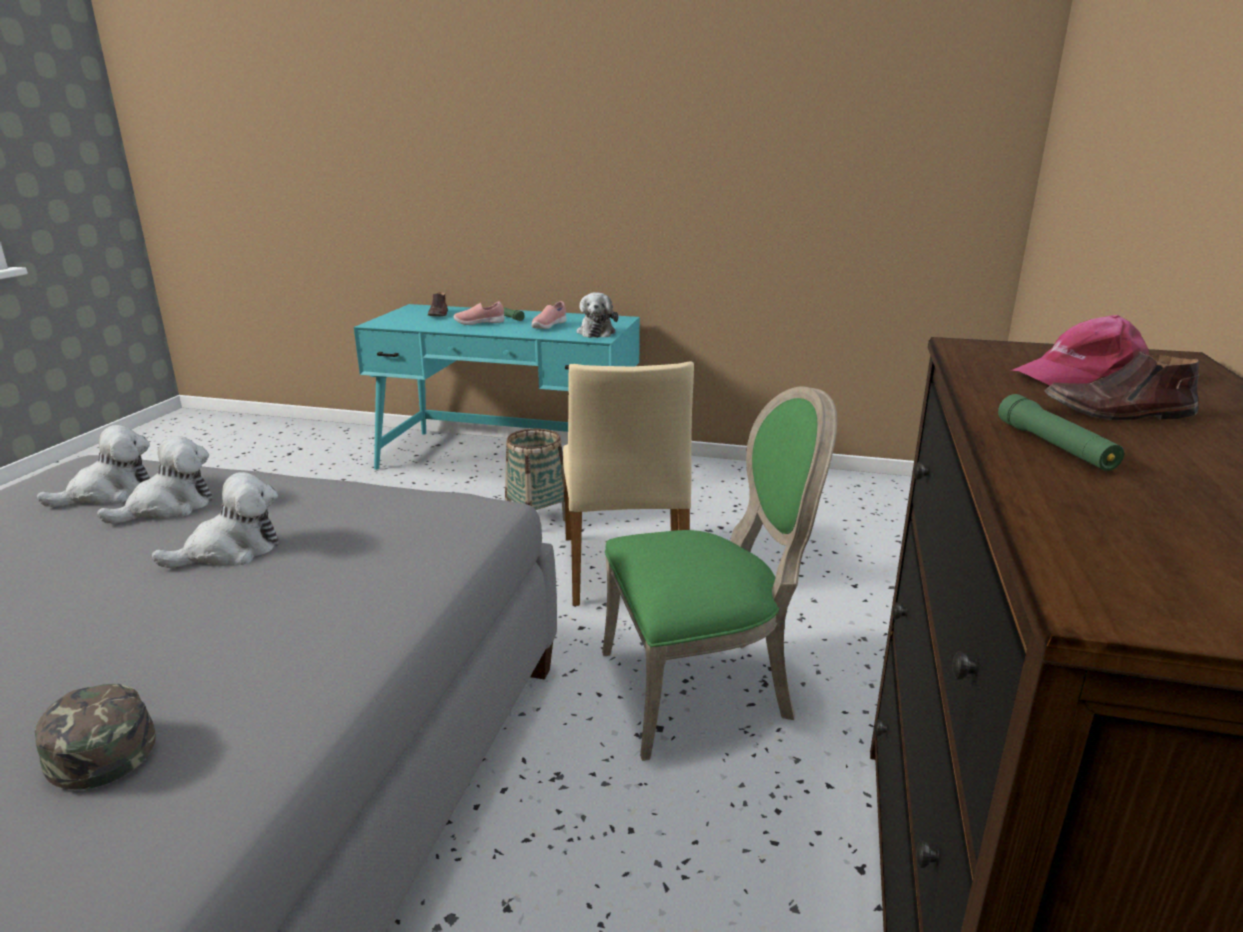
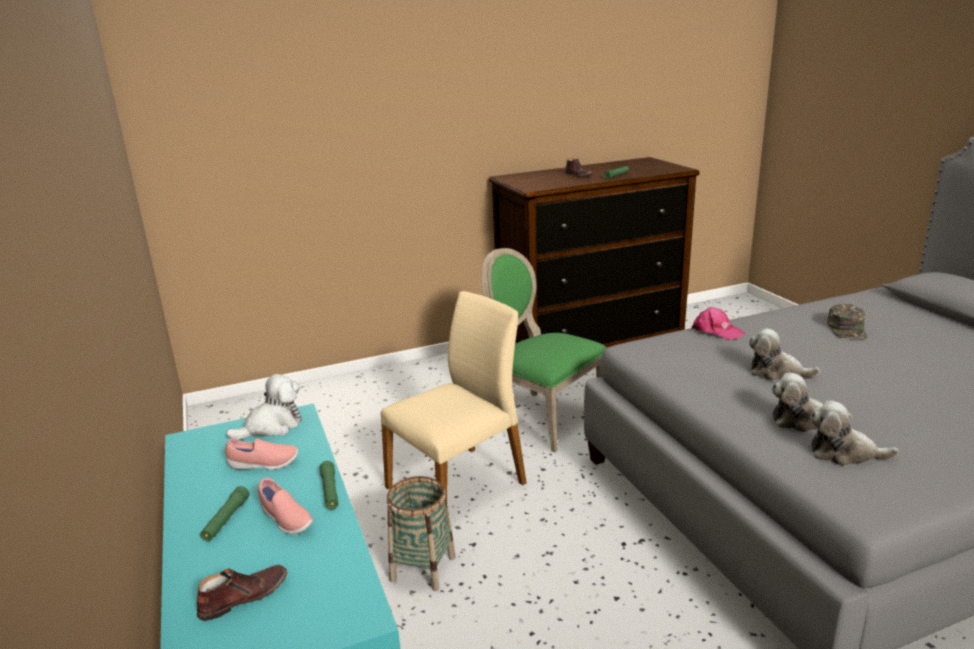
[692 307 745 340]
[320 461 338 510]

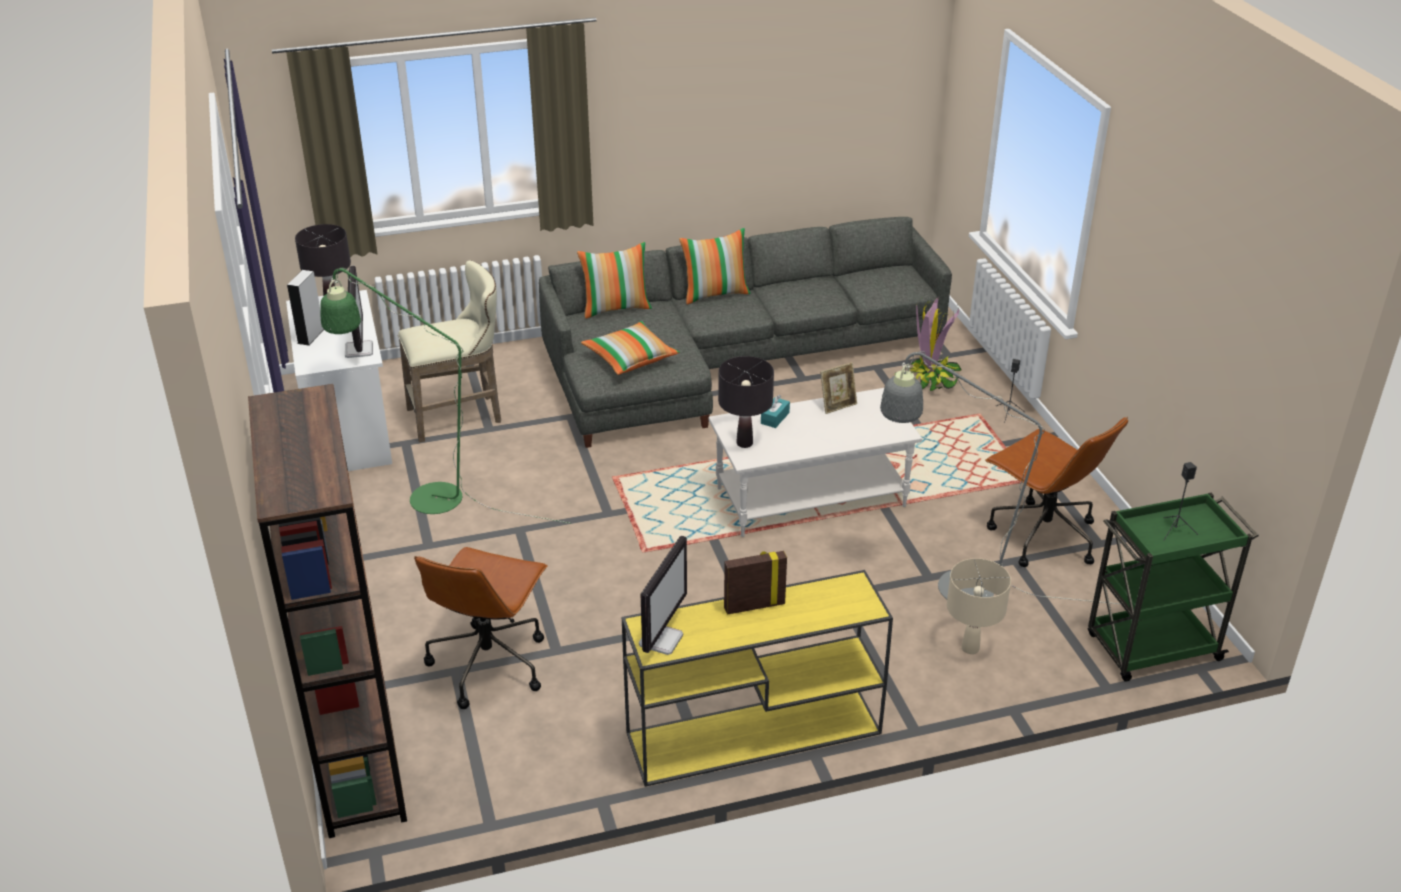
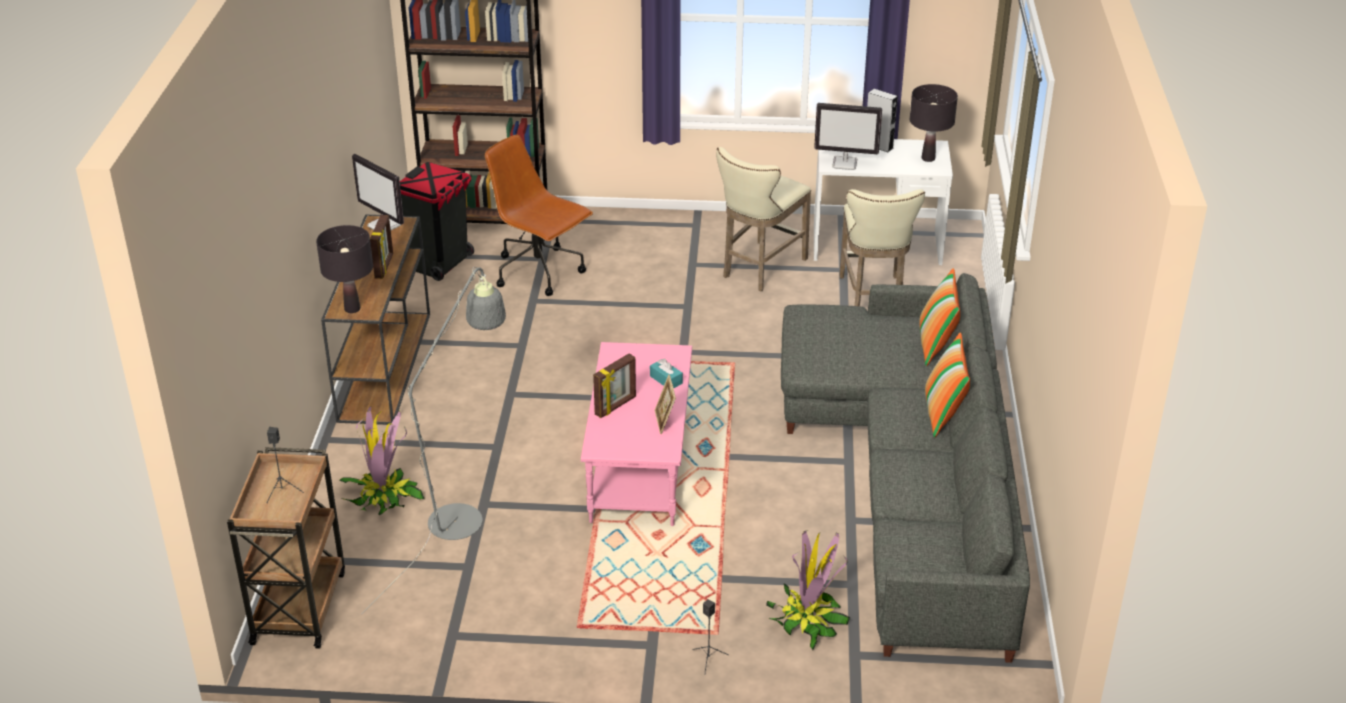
[716 147 811 291]
[581 321 680 375] (first image)
[321 215 430 425]
[581 342 692 526]
[316 225 373 313]
[339 406 424 515]
[985 417 1128 567] (first image)
[227 447 345 649]
[400 162 474 281]
[593 354 636 418]

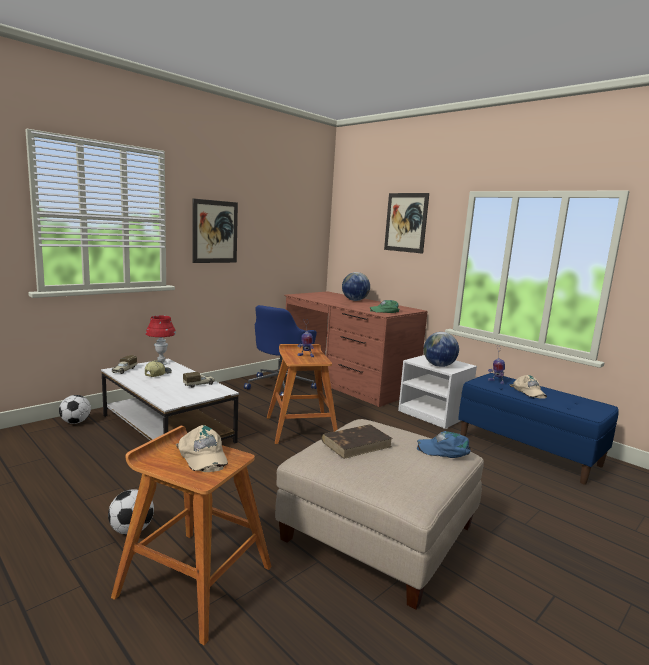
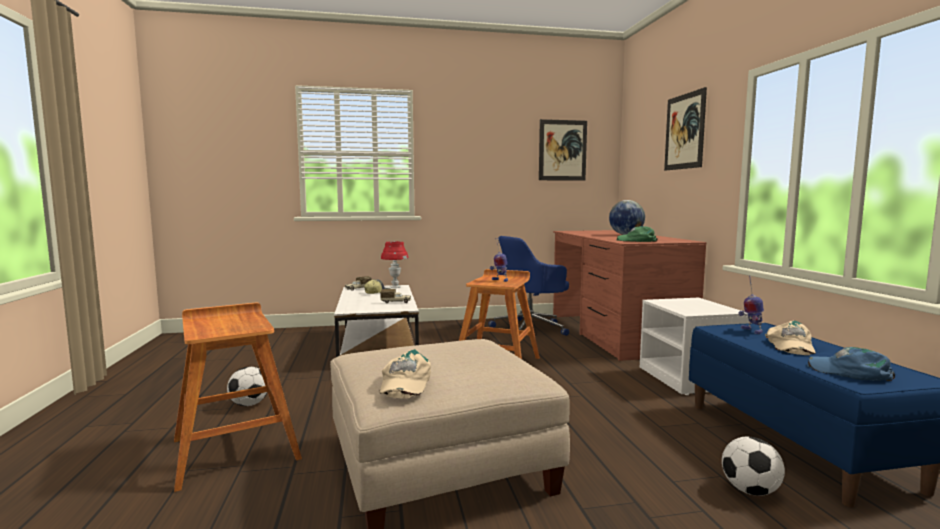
[722 437 785 496]
[380 349 431 399]
[539 119 587 181]
[321 424 393 459] (first image)
[807 347 895 381]
[424 332 459 367] (first image)

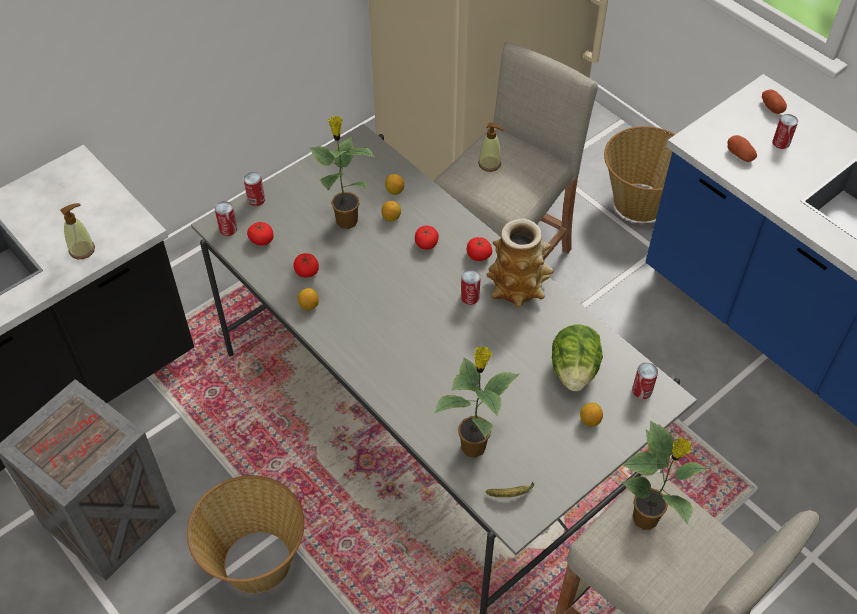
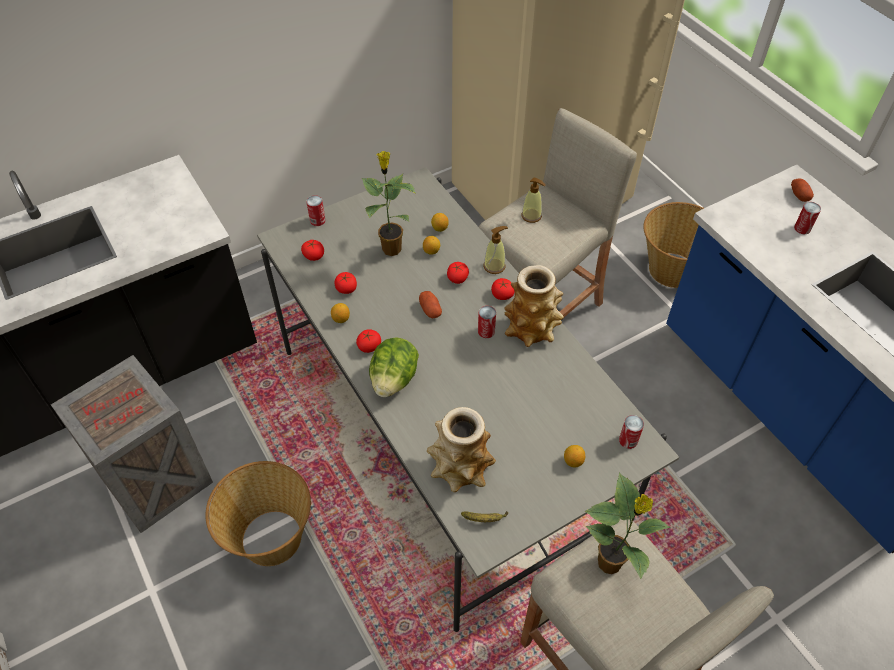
[483 226 508 274]
[215 201 237 236] (first image)
[427 407 496 492]
[369 337 419 397]
[419 291 442 319]
[356 329 381 353]

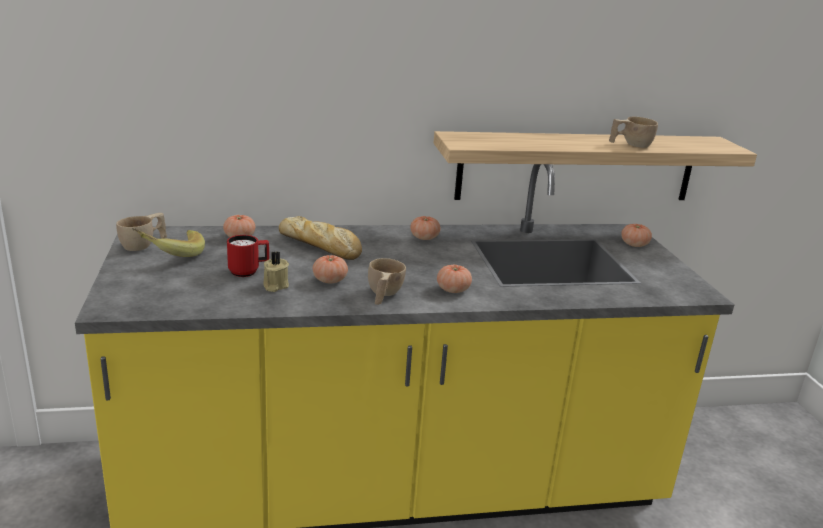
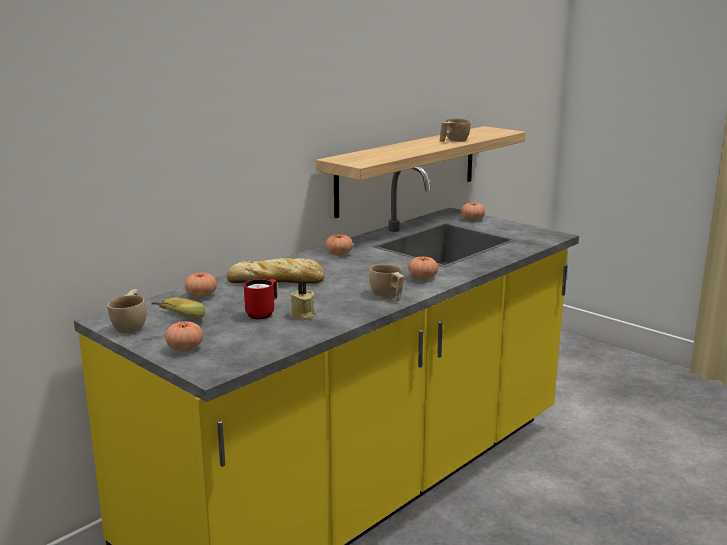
[165 321 203 351]

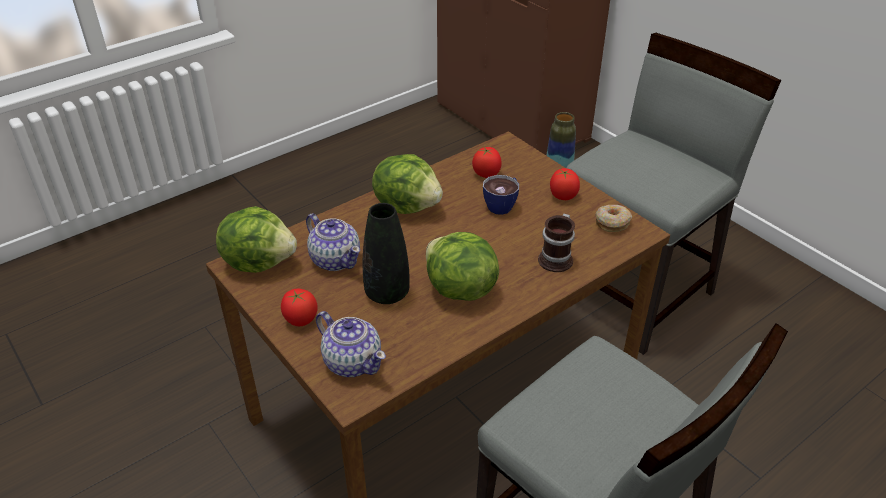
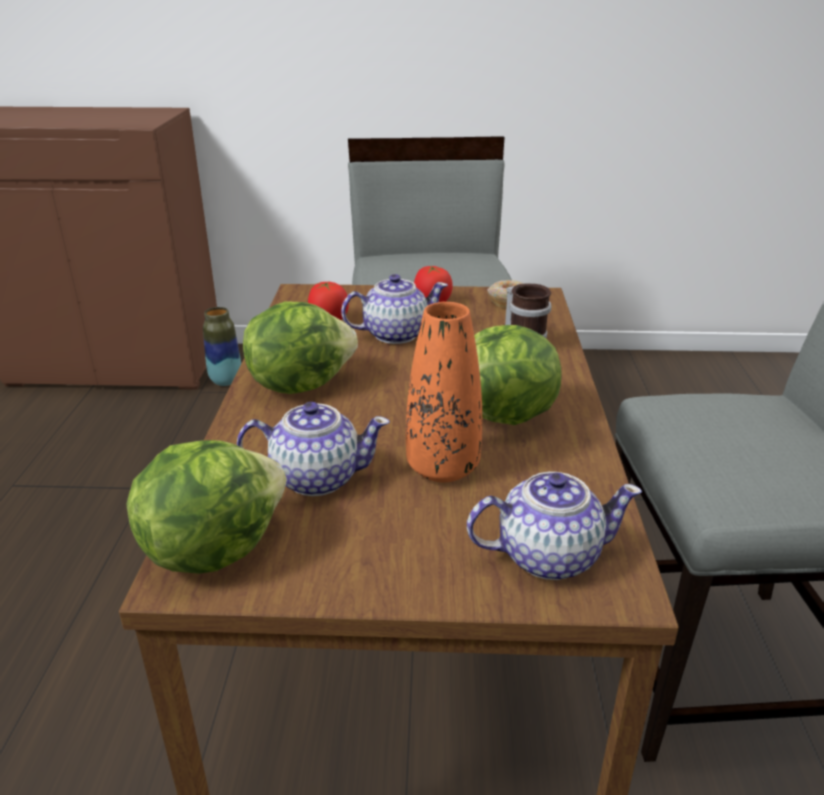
[281 289 318 326] (first image)
[406 302 482 482]
[341 274 448 344]

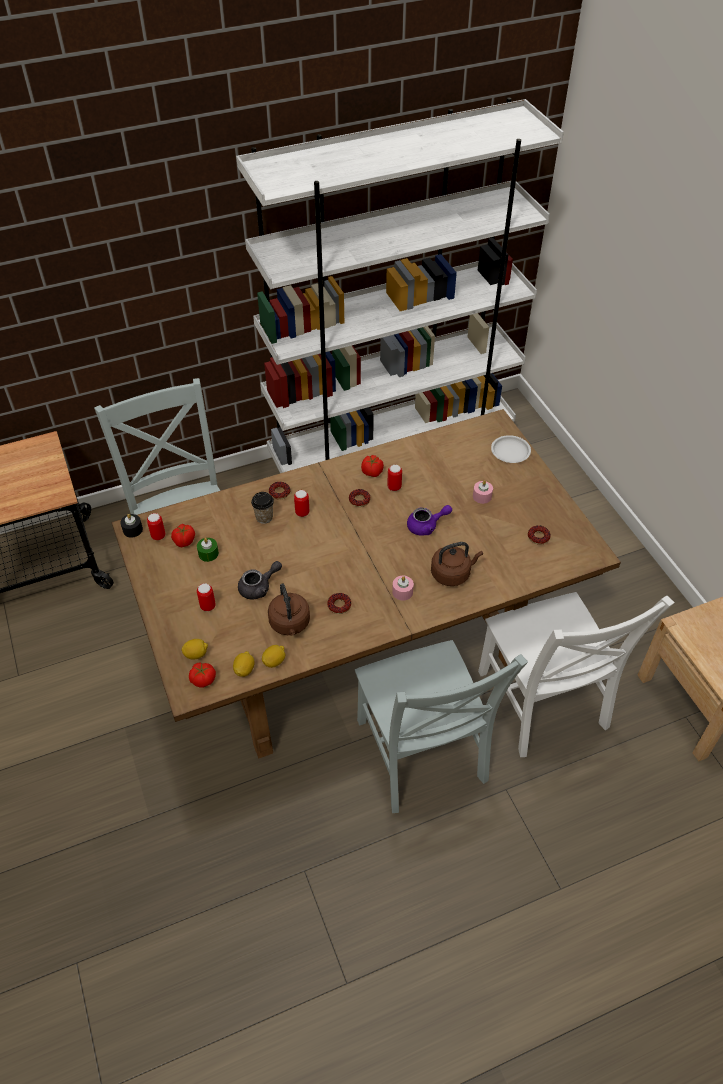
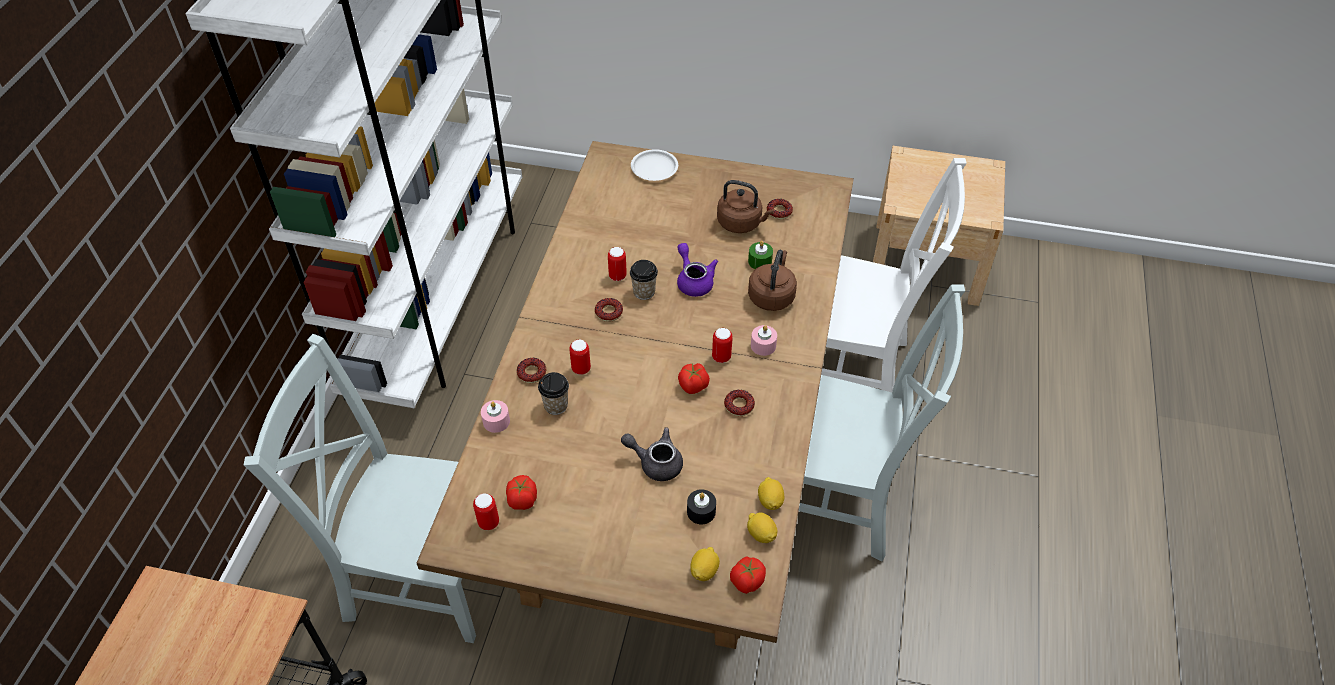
[687 489 716 524]
[748 241 773 269]
[712 328 733 363]
[621 427 683 481]
[717 180 774 233]
[678 363 710 394]
[677 243 718 297]
[481 400 510 433]
[630 260 658 300]

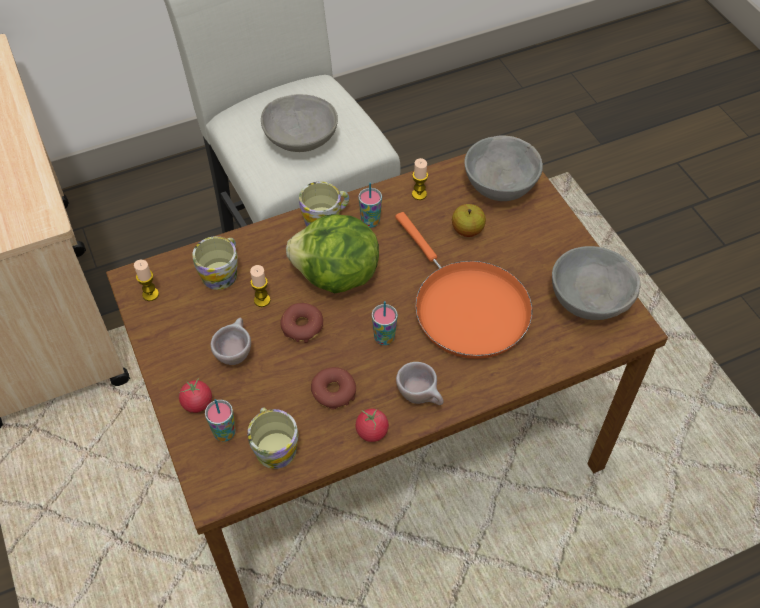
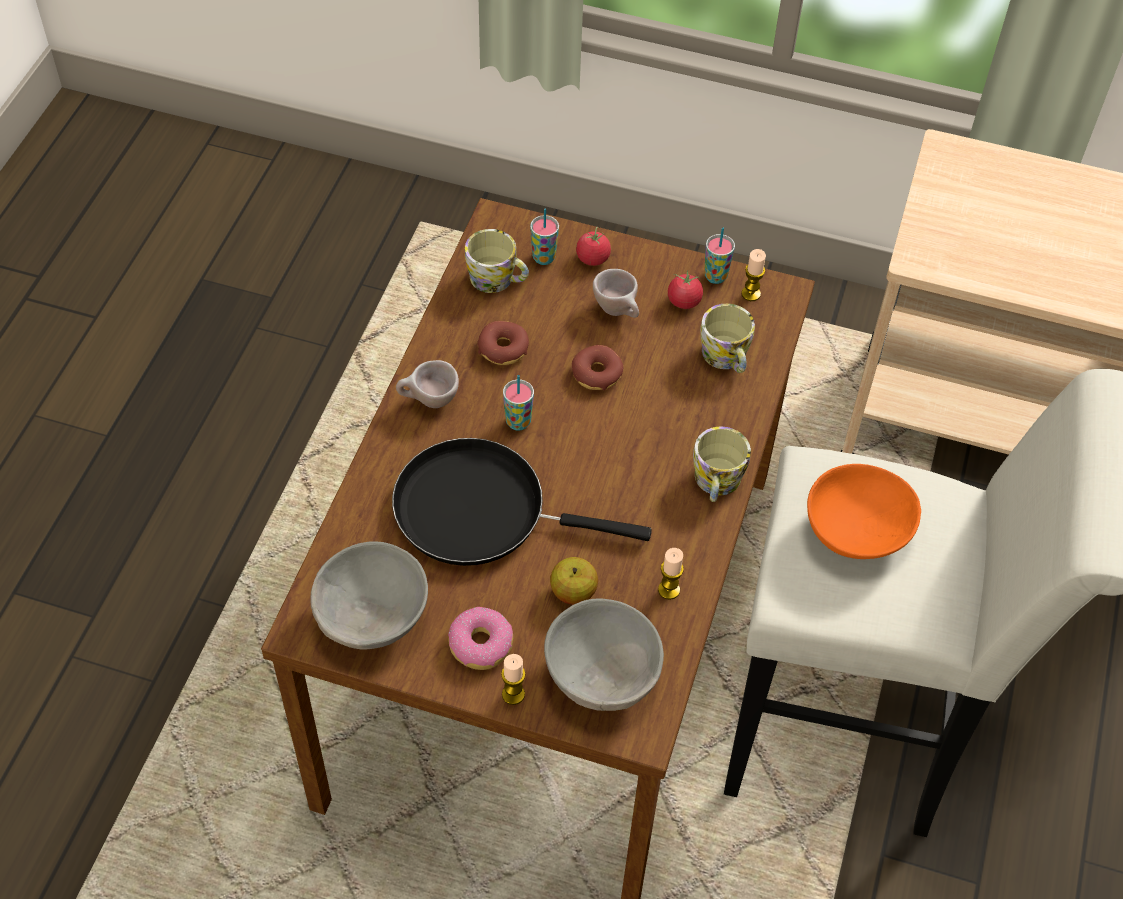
[501 654 525 705]
[807 464 921 559]
[286 214 379 293] (first image)
[668 270 703 309]
[704 228 735 284]
[392 438 652 566]
[448 607 513 670]

